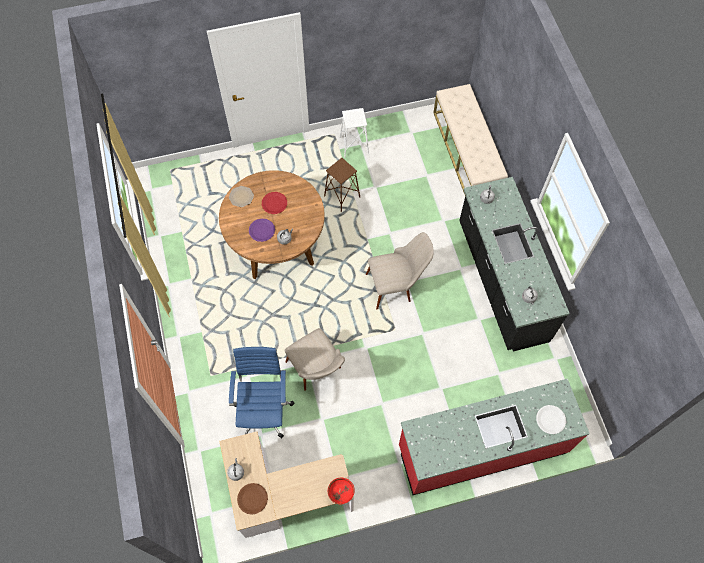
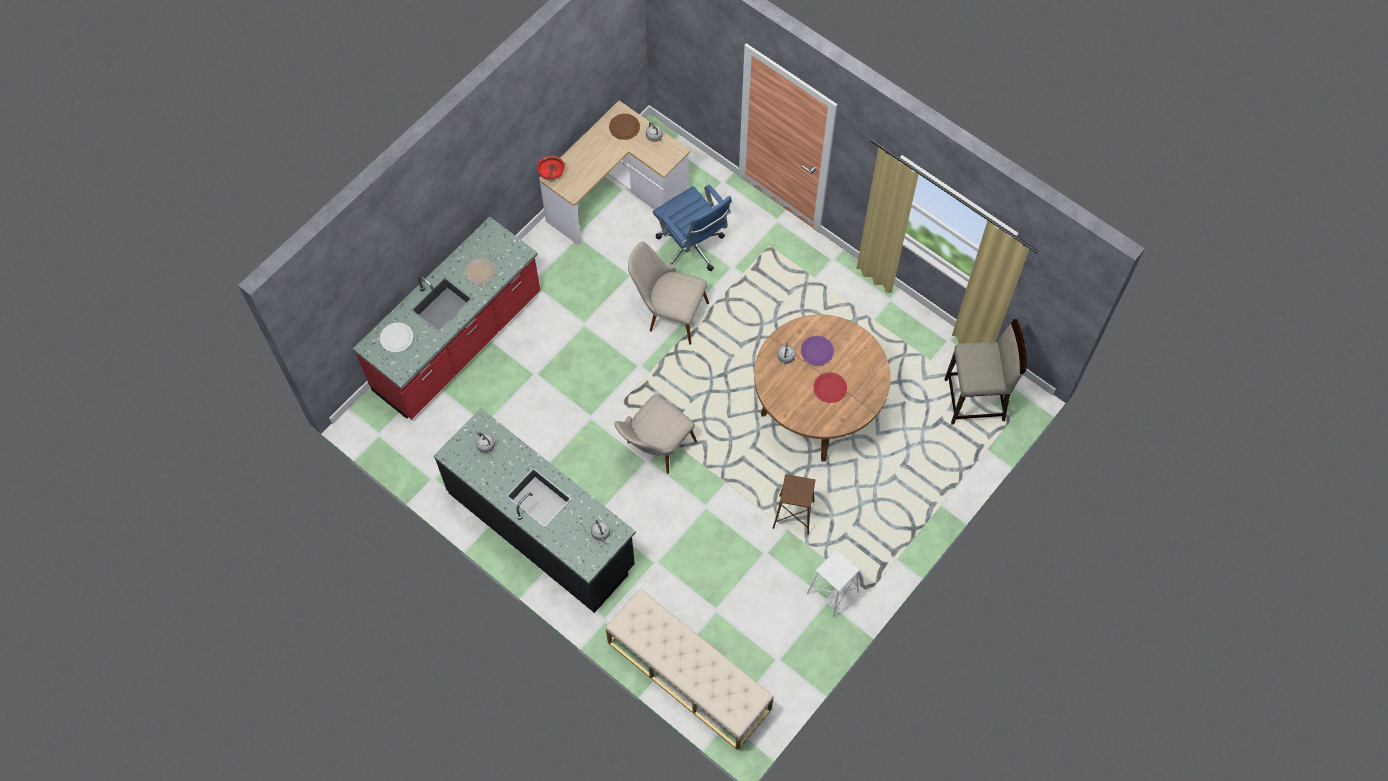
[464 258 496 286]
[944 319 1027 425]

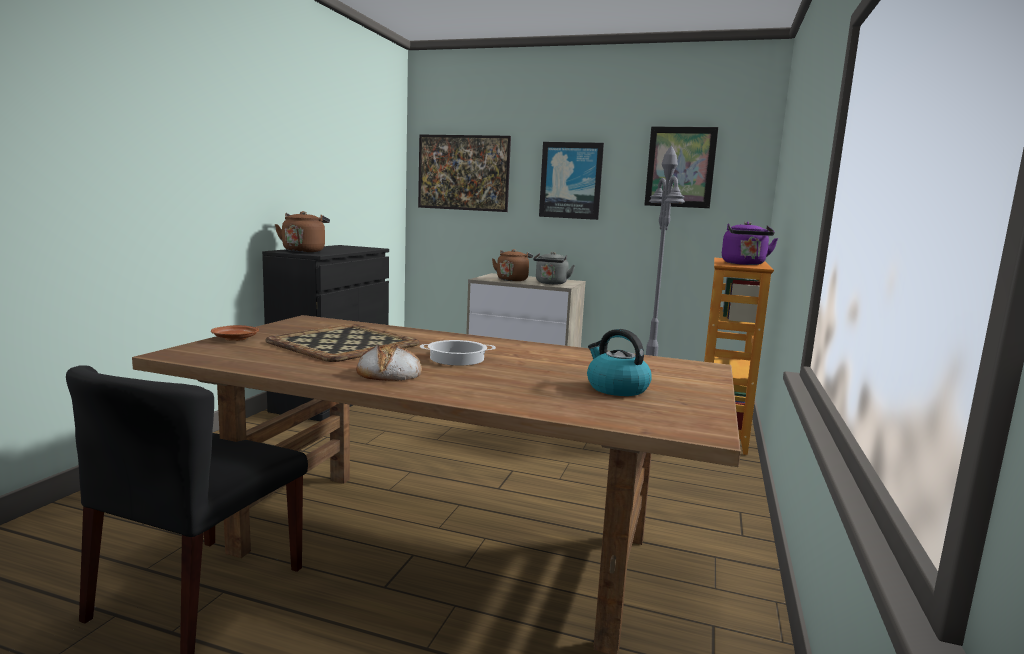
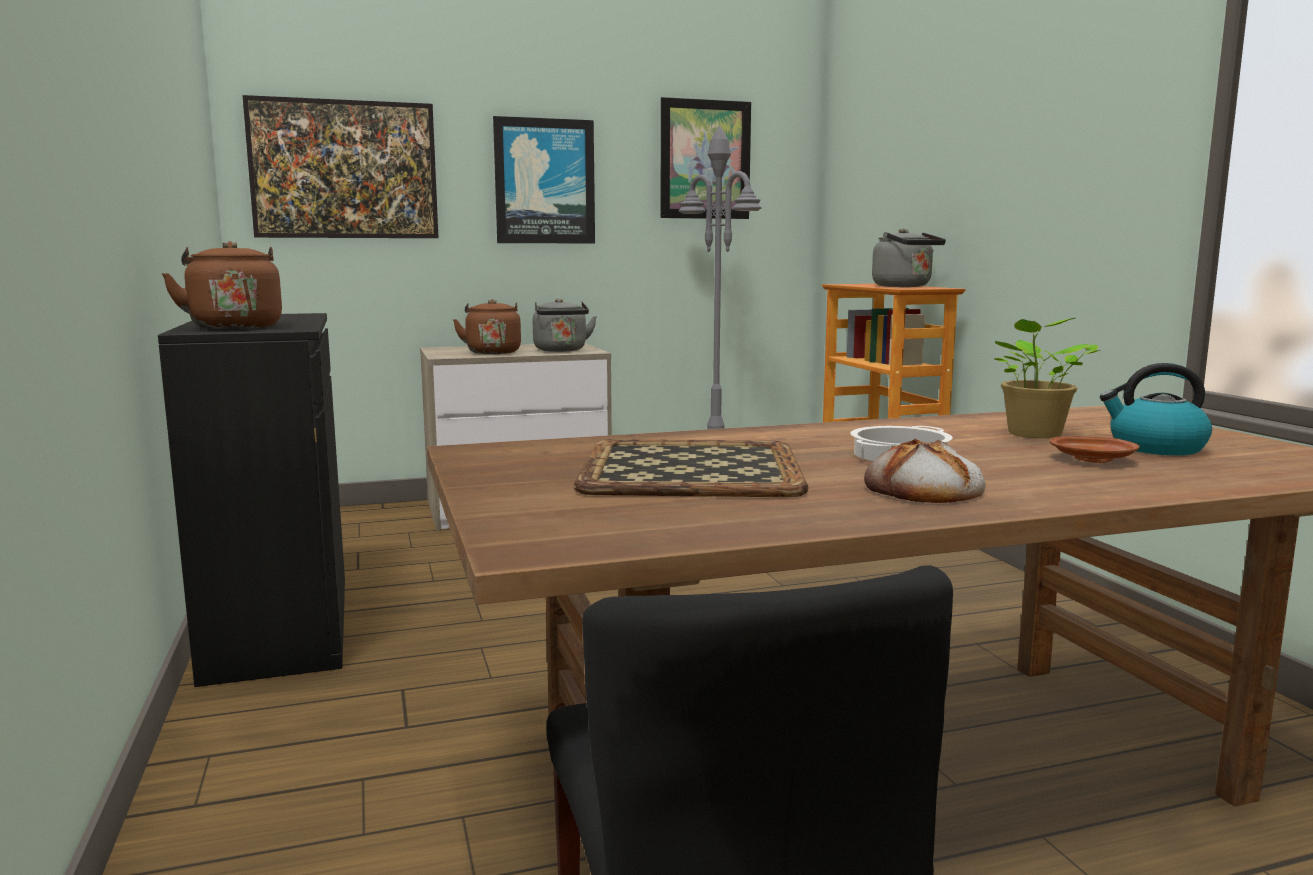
[1050 436 1140 463]
[872 229 946 287]
[994 318 1100 439]

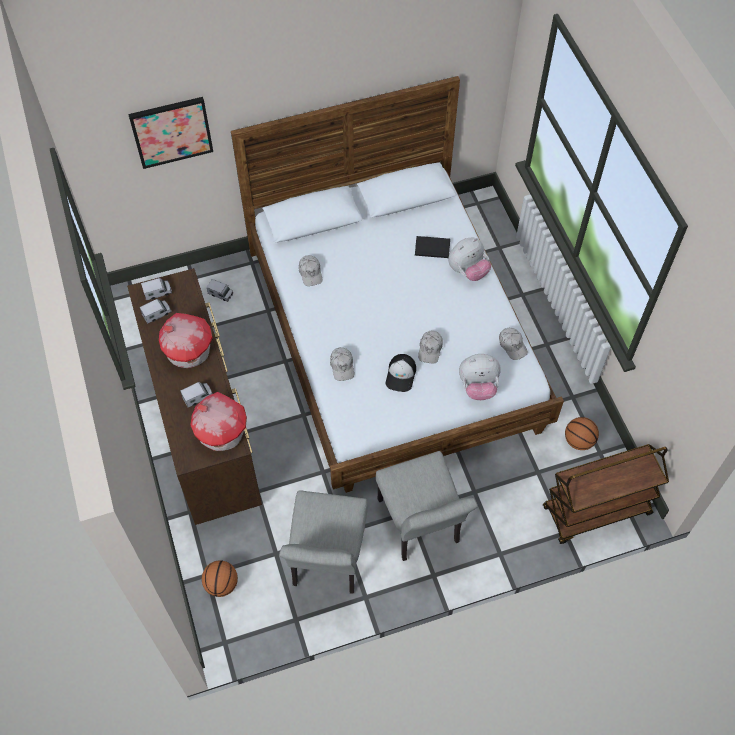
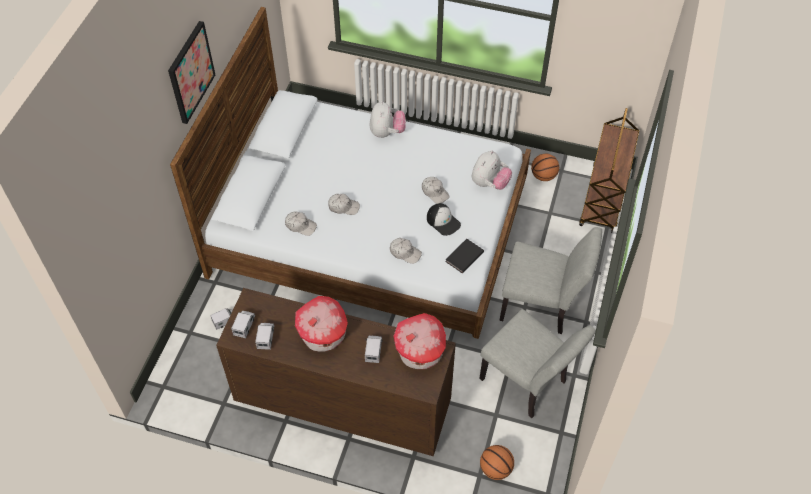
[168 21 215 124]
[445 239 484 273]
[328 194 360 215]

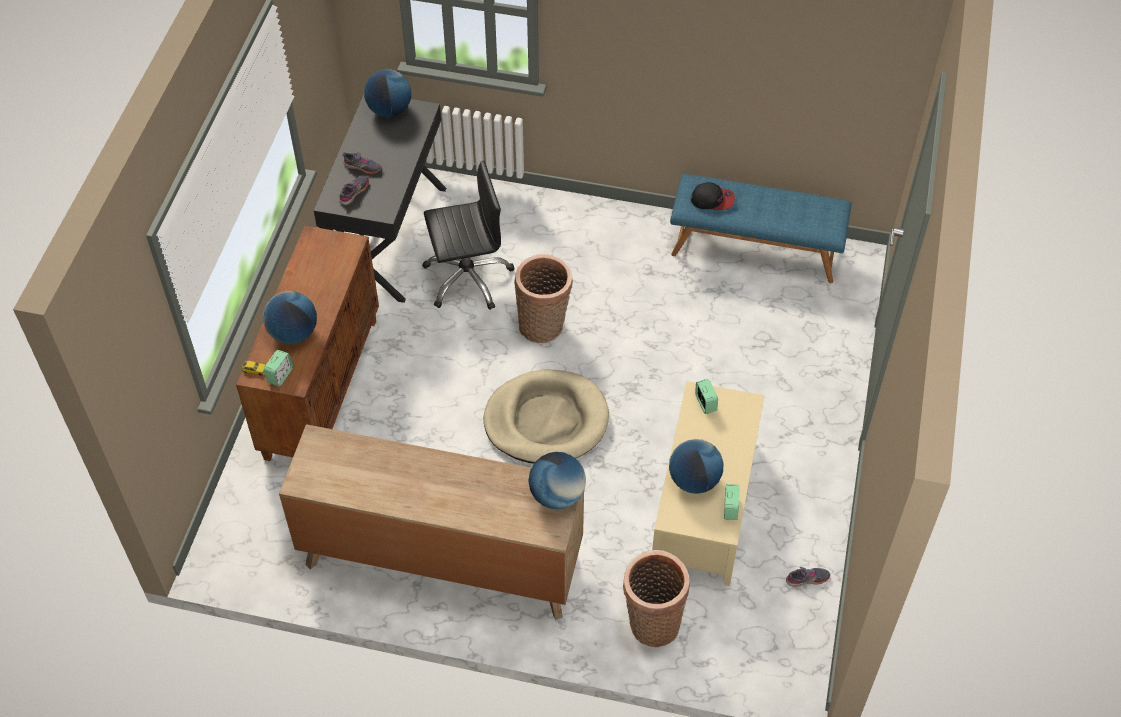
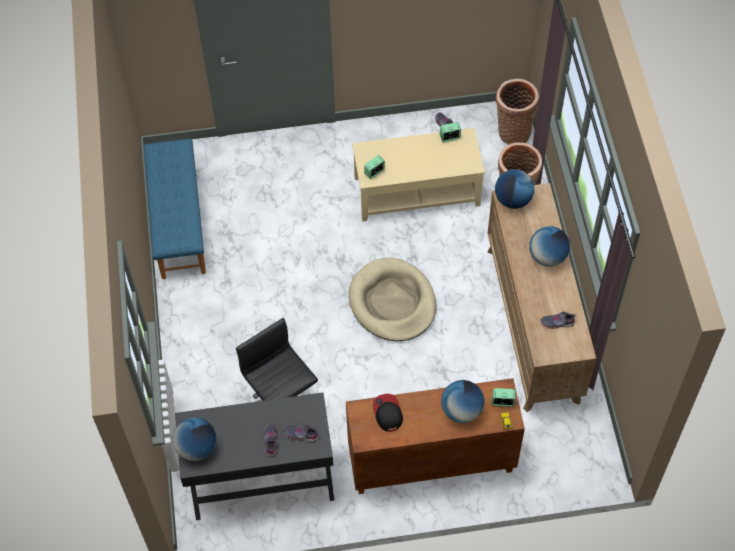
[496 79 539 144]
[529 226 570 267]
[373 394 403 432]
[541 311 576 329]

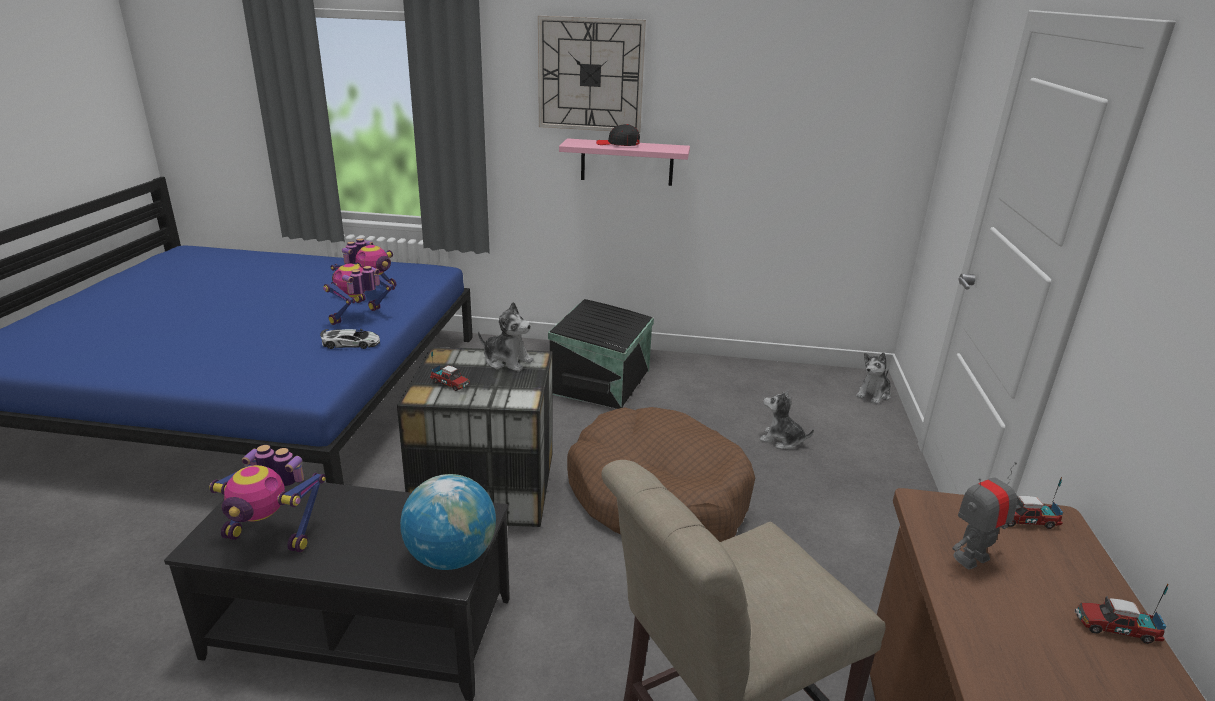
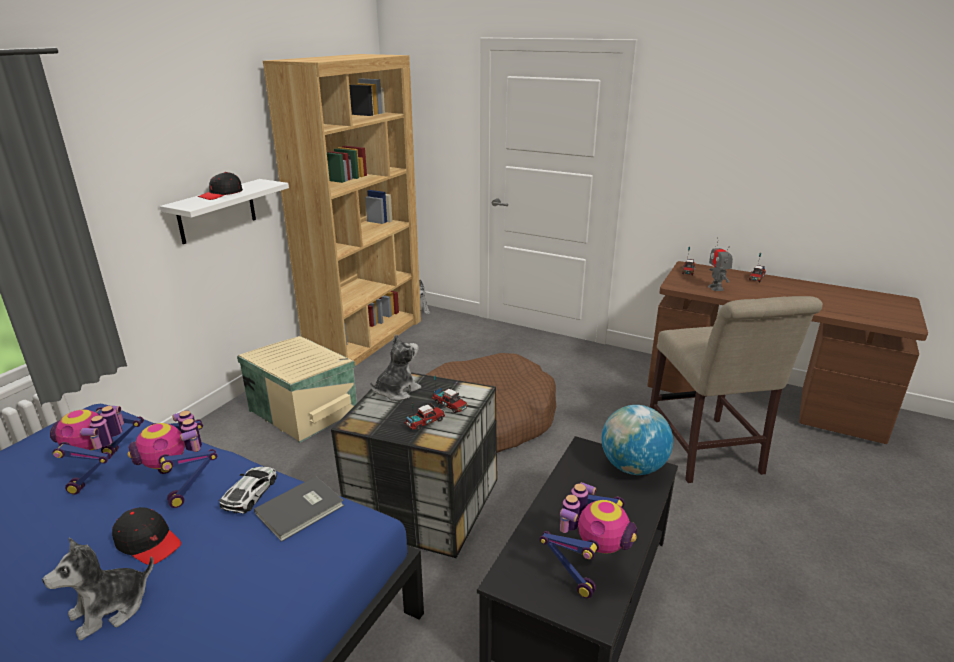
[50 406 144 495]
[538 16 646 133] (first image)
[237 336 357 443]
[160 179 289 244]
[42 538 154 640]
[112 507 181 565]
[254 476 344 542]
[263 54 421 366]
[432 376 468 413]

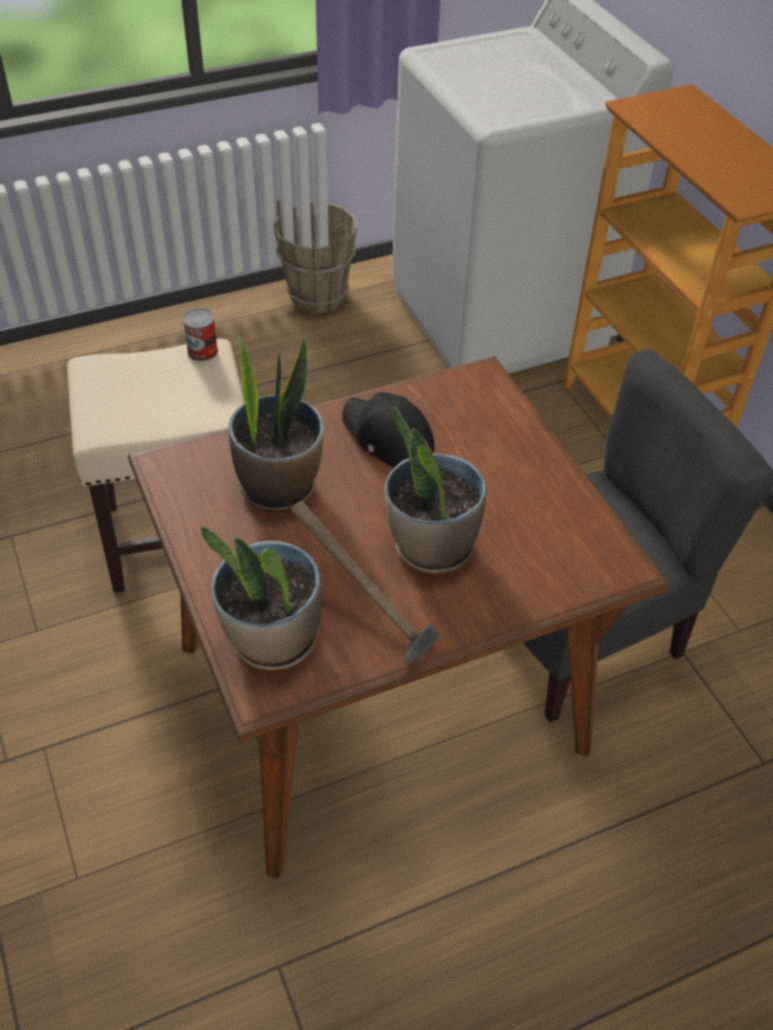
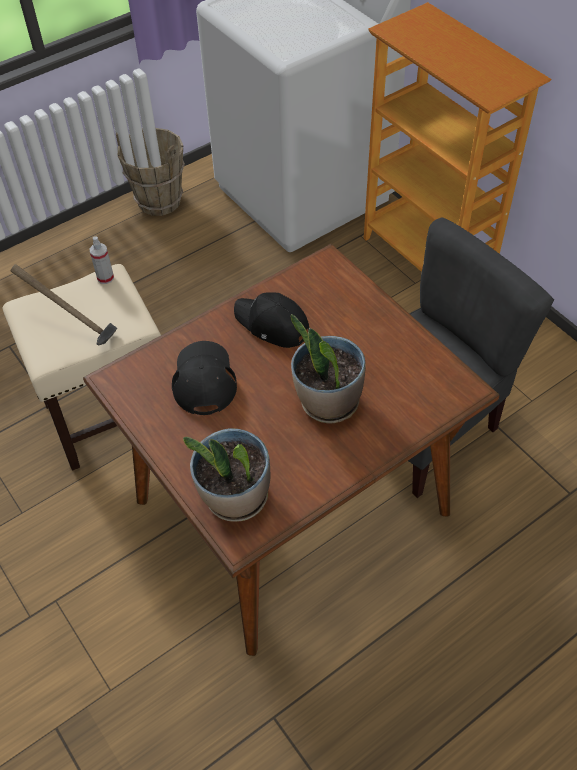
[90 236 114 284]
[172 341 237 415]
[10 264 117 346]

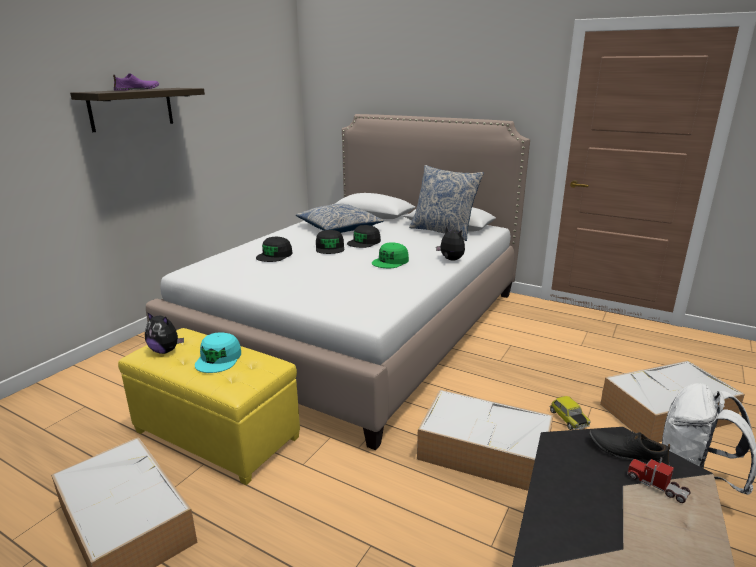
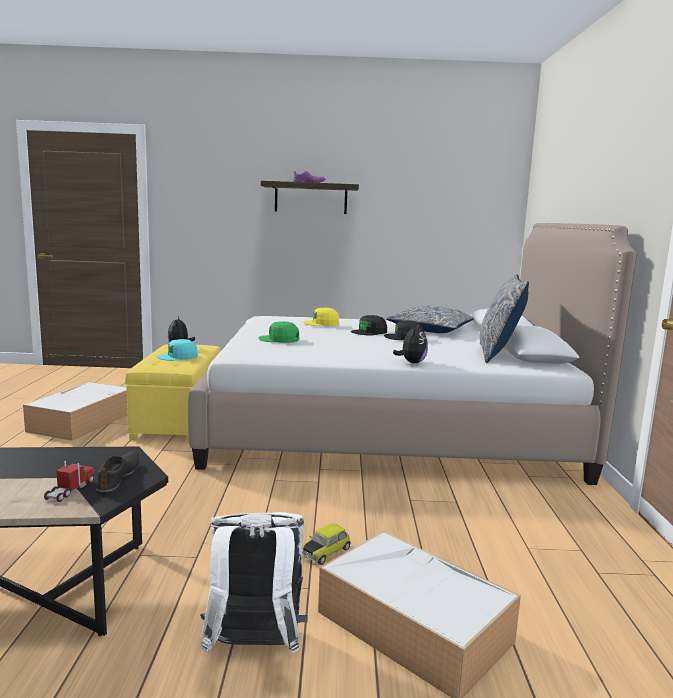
[303 308 339 326]
[258 321 299 343]
[417 390 553 491] (first image)

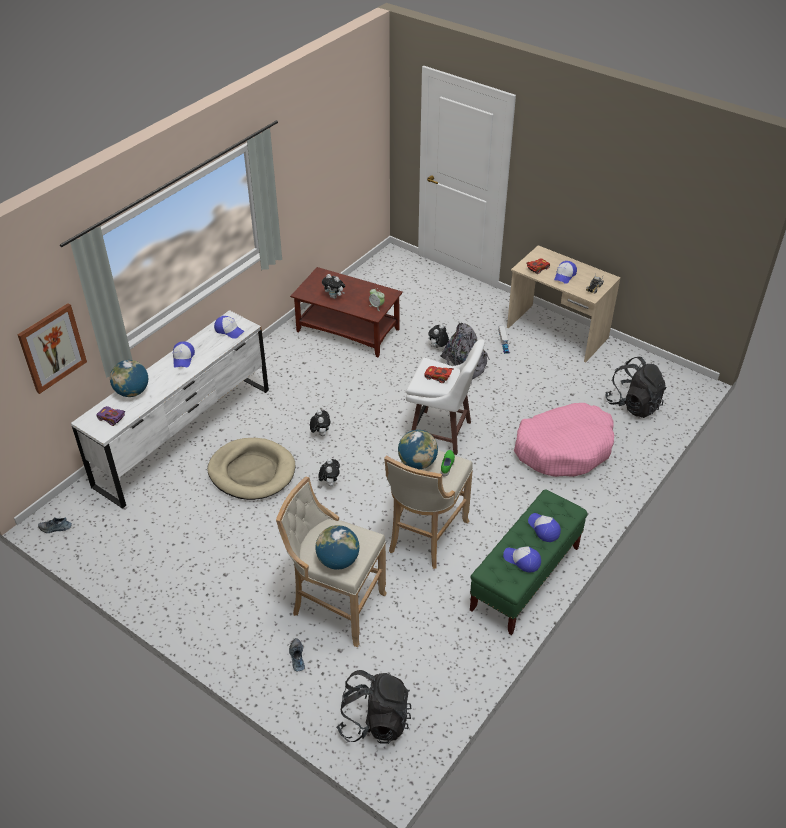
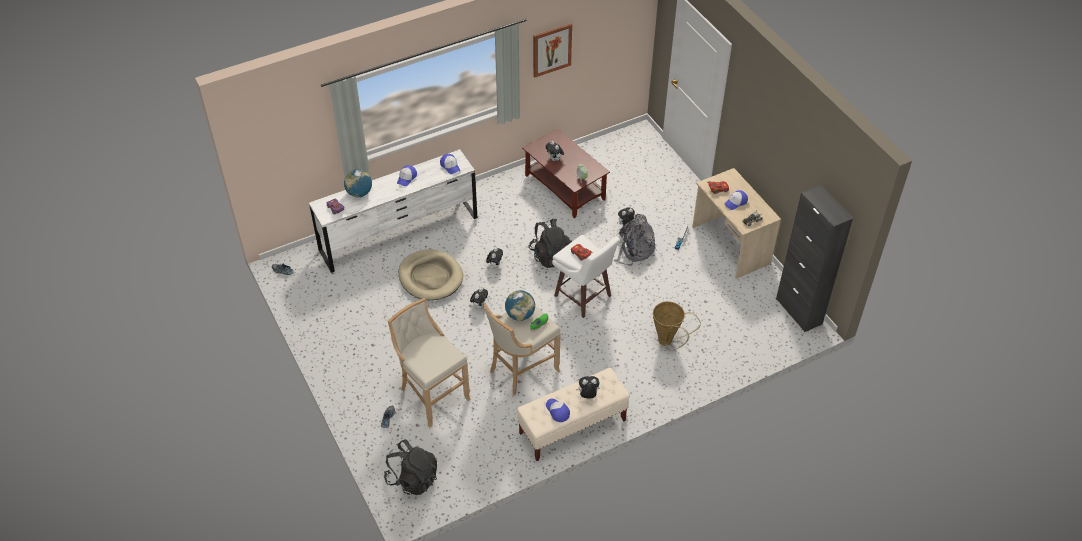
[533 23 572 77]
[315 525 360 570] (first image)
[517 368 630 461]
[653 301 701 350]
[576 376 599 399]
[528 219 572 268]
[776 185 853 332]

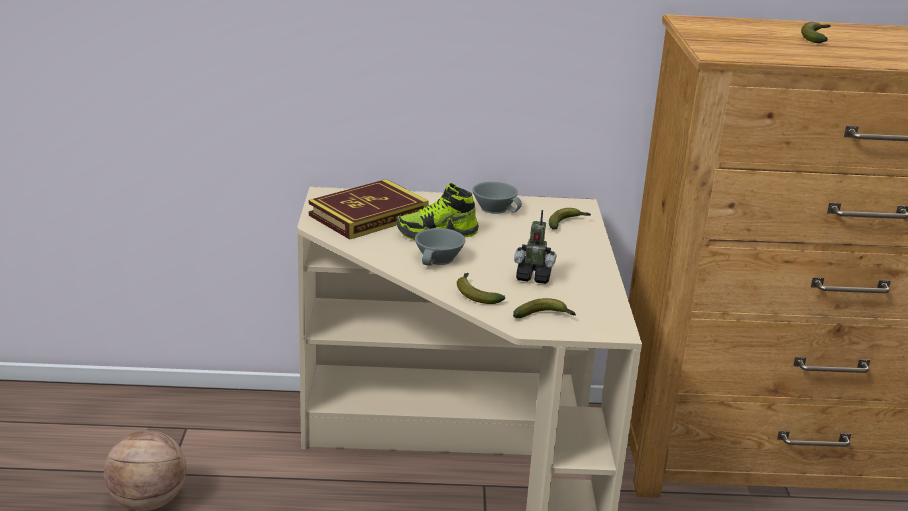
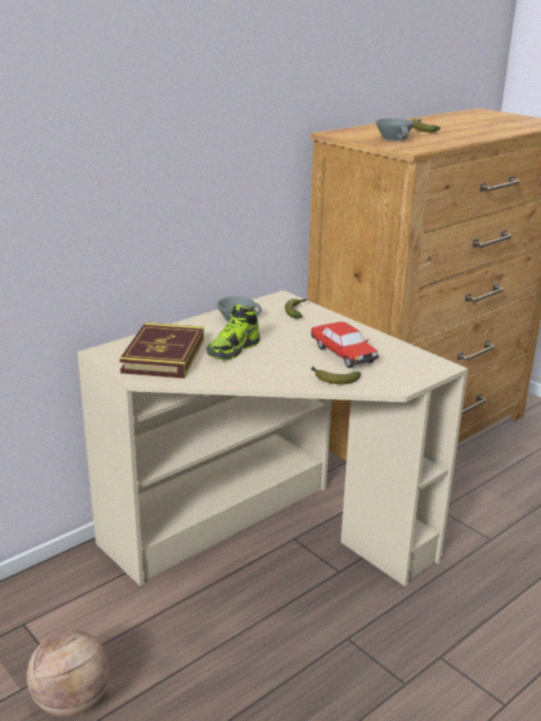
[376 118 414 141]
[513 298 576 318] (first image)
[311 322 379 368]

